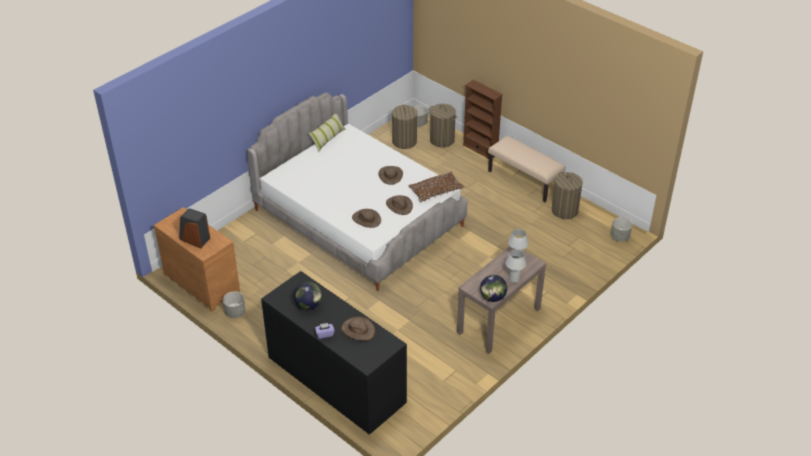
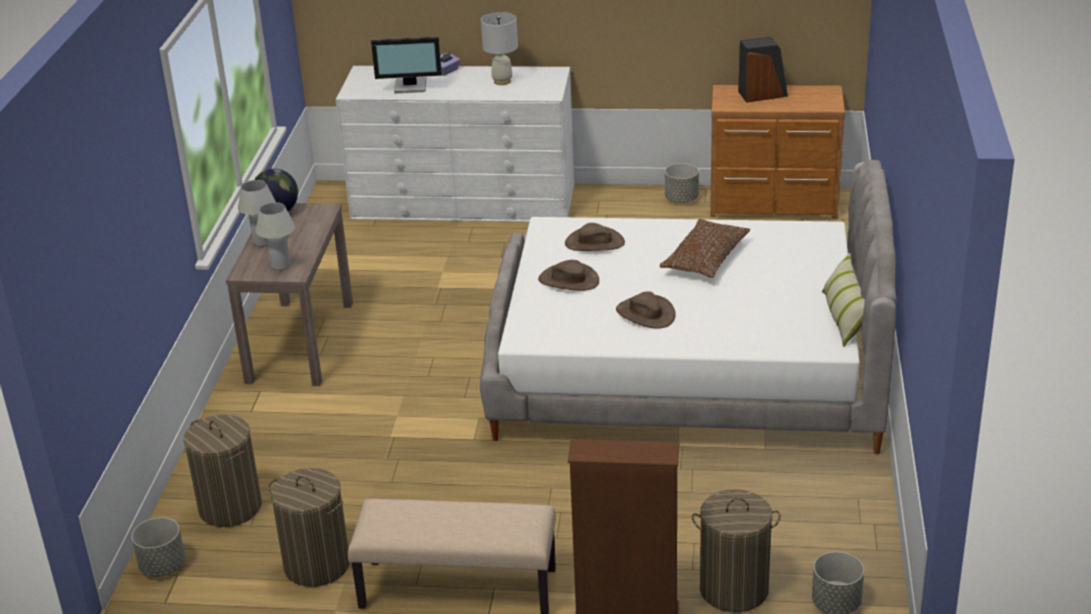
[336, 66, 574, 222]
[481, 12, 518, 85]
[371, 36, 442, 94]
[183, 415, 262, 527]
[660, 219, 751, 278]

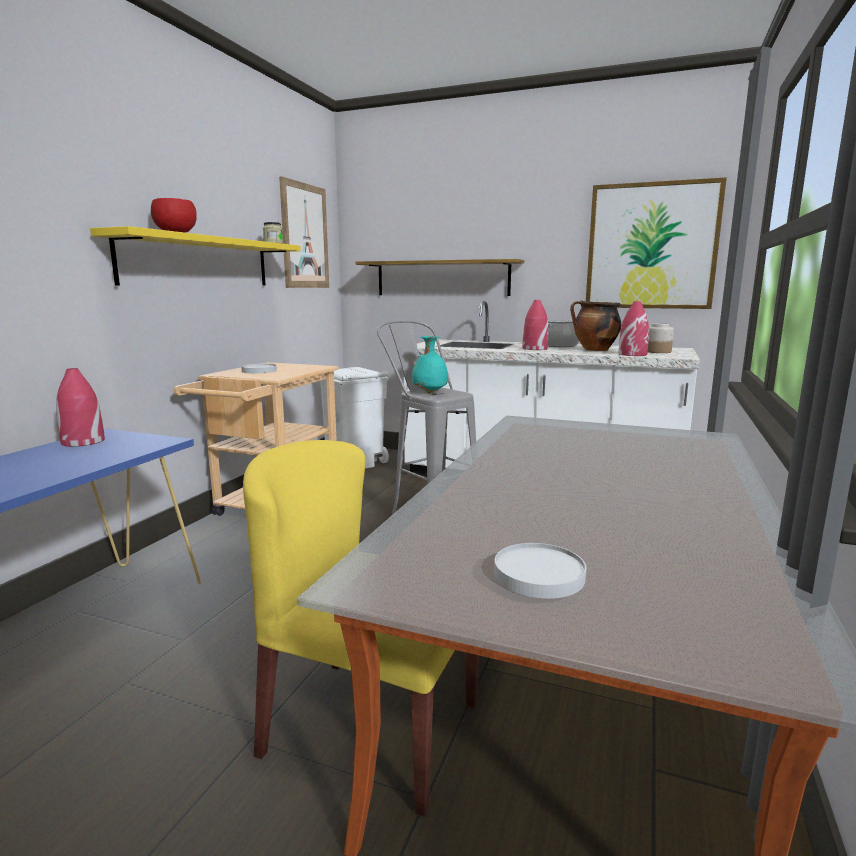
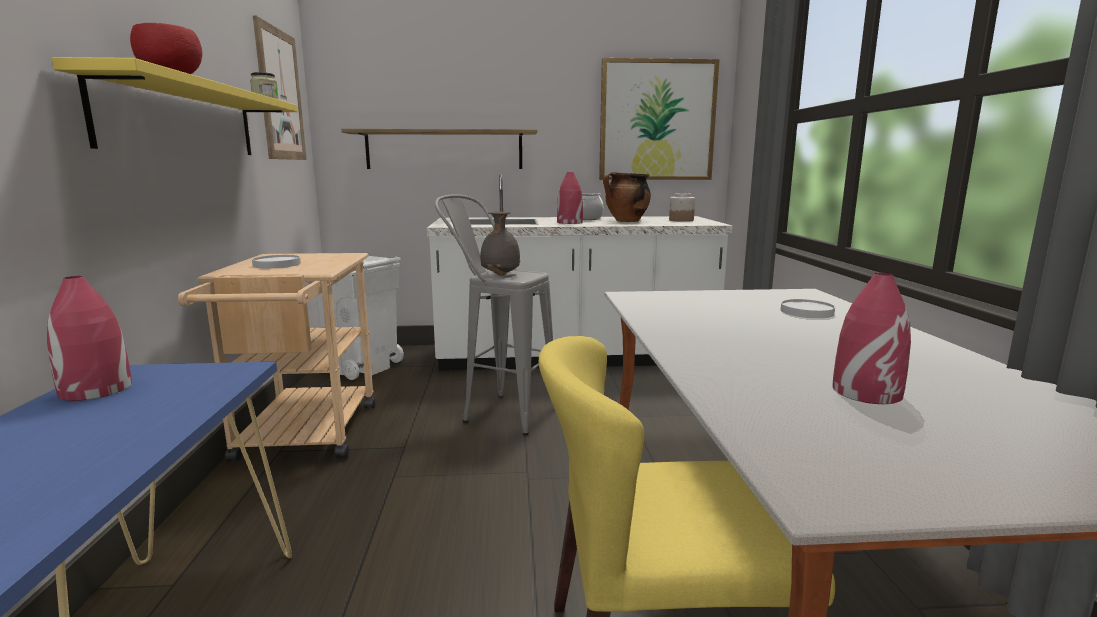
[480, 211, 521, 276]
[781, 299, 835, 318]
[832, 273, 911, 404]

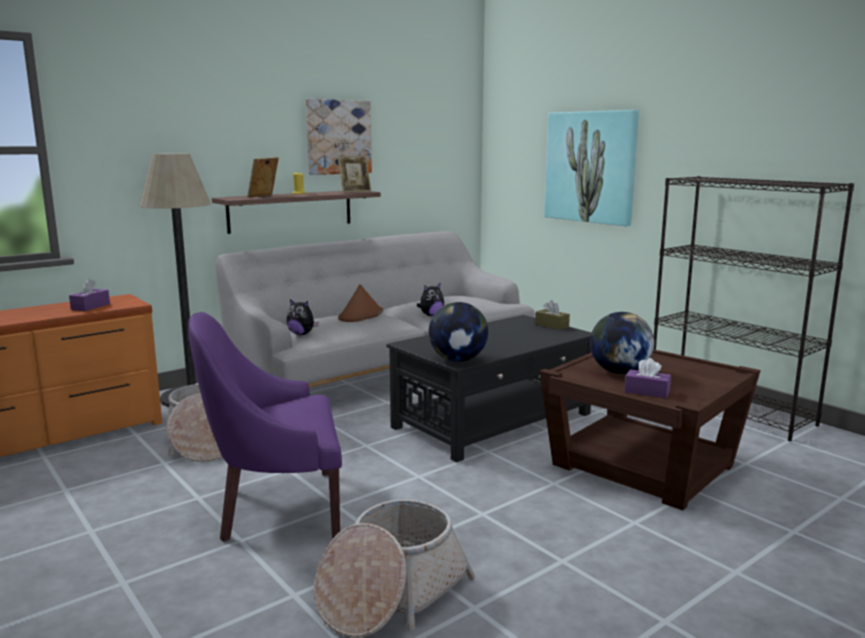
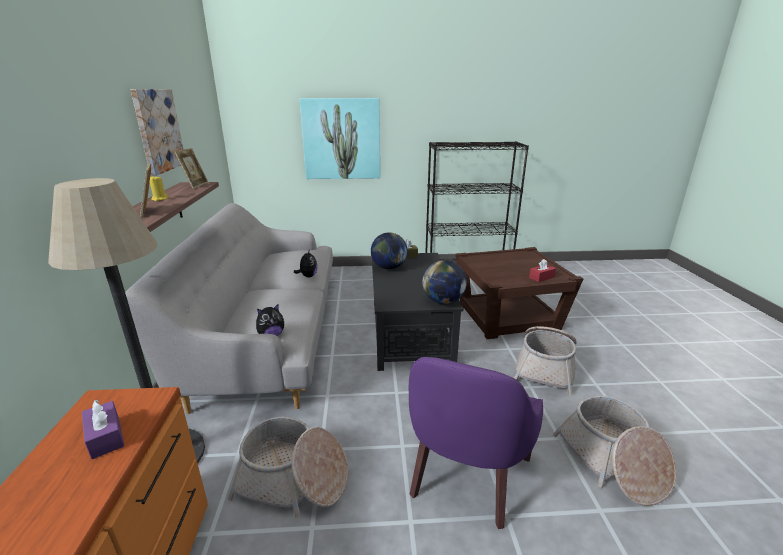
[338, 284, 383, 322] (first image)
[371, 232, 408, 269]
[529, 259, 556, 282]
[514, 326, 577, 395]

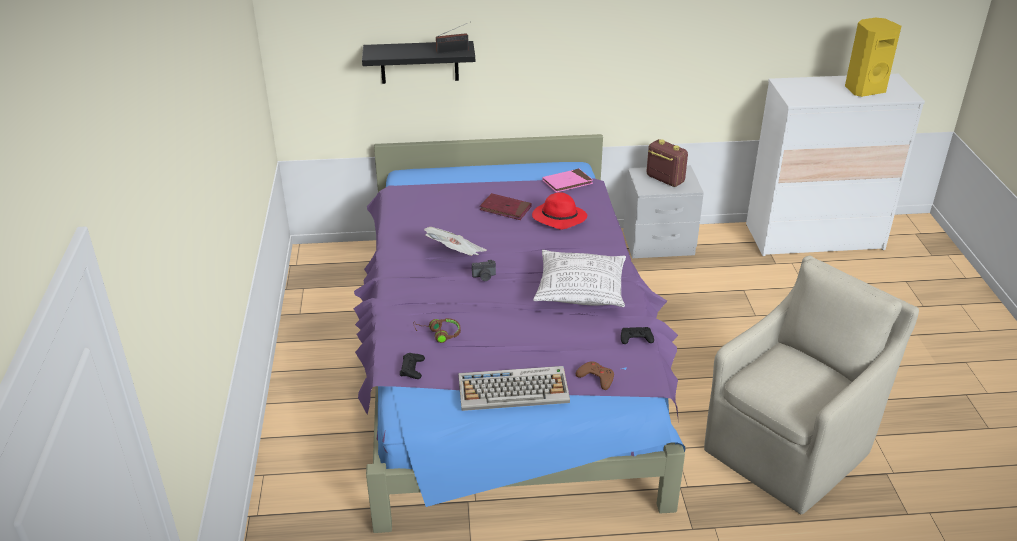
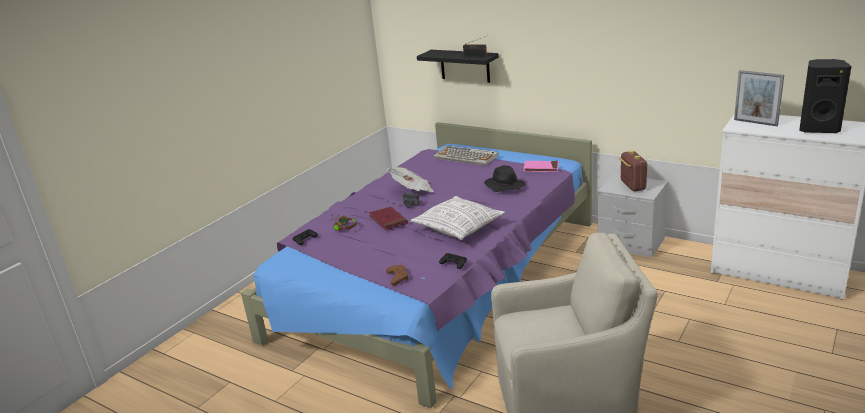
[434, 145, 499, 166]
[369, 207, 408, 230]
[484, 165, 526, 192]
[799, 59, 852, 133]
[734, 70, 784, 126]

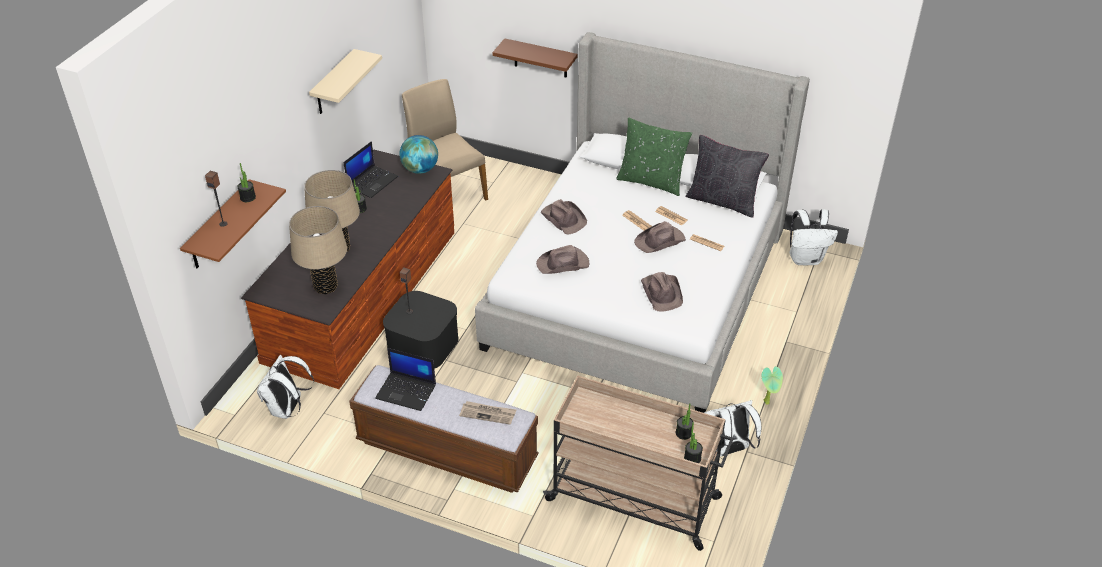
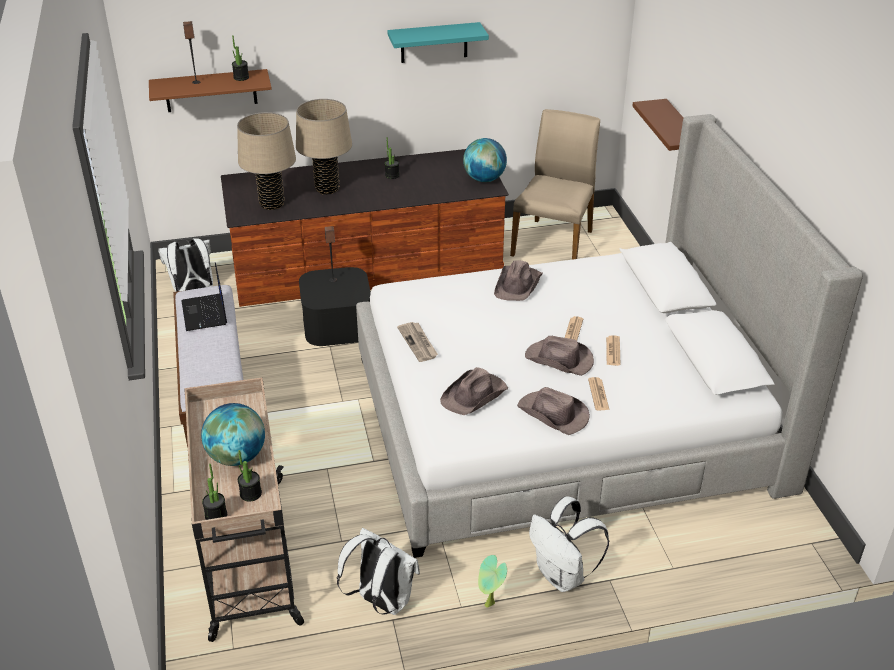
[387, 22, 489, 63]
[344, 141, 398, 198] (first image)
[397, 322, 438, 362]
[517, 387, 590, 435]
[616, 118, 692, 196] (first image)
[685, 135, 769, 218] (first image)
[529, 496, 610, 592]
[201, 403, 265, 466]

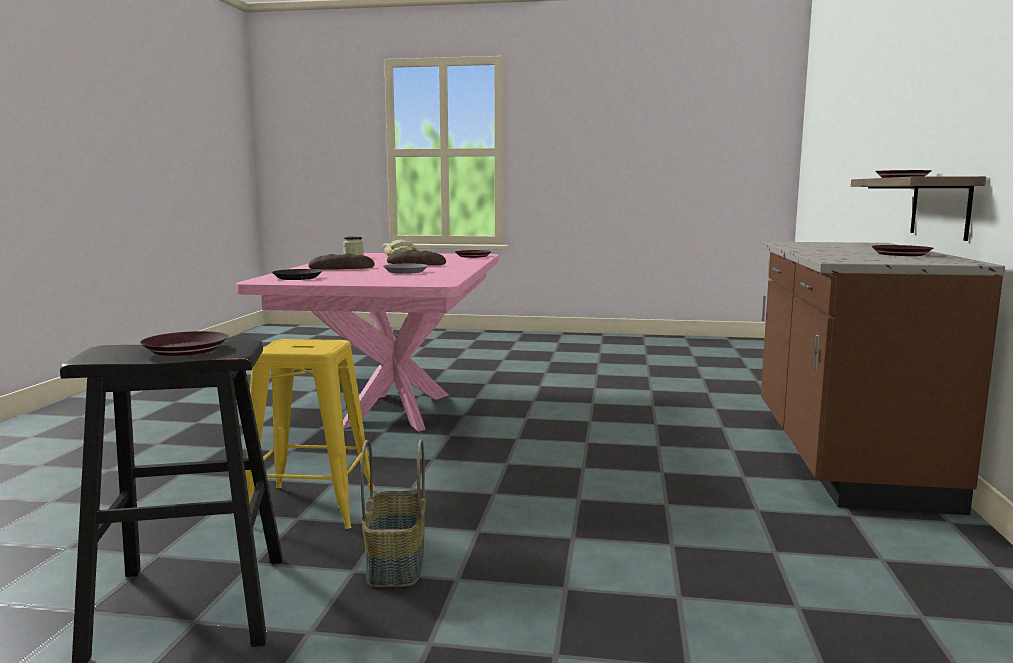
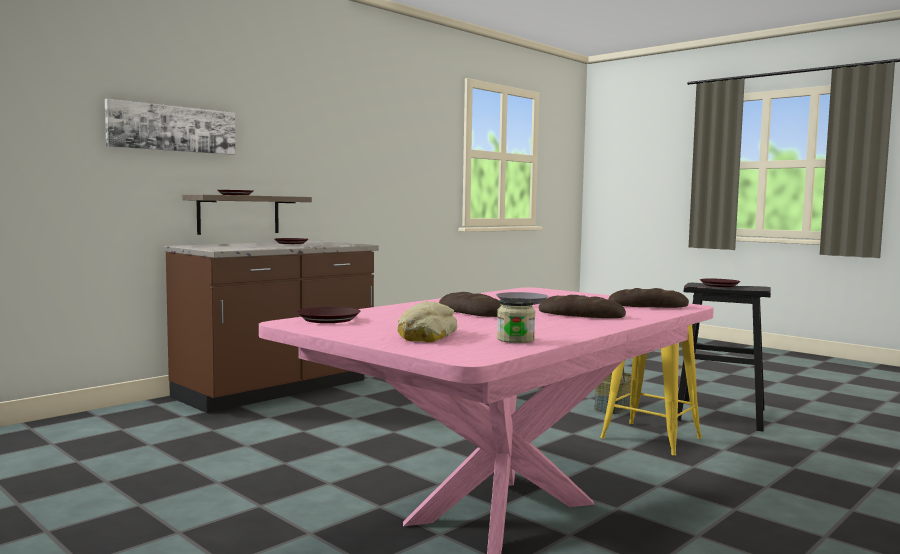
[608, 288, 689, 308]
[105, 99, 235, 155]

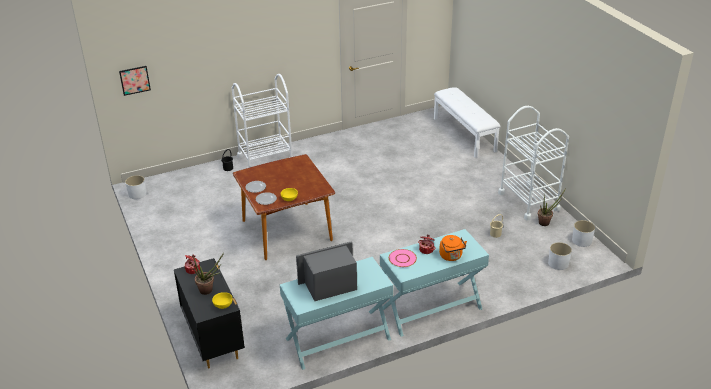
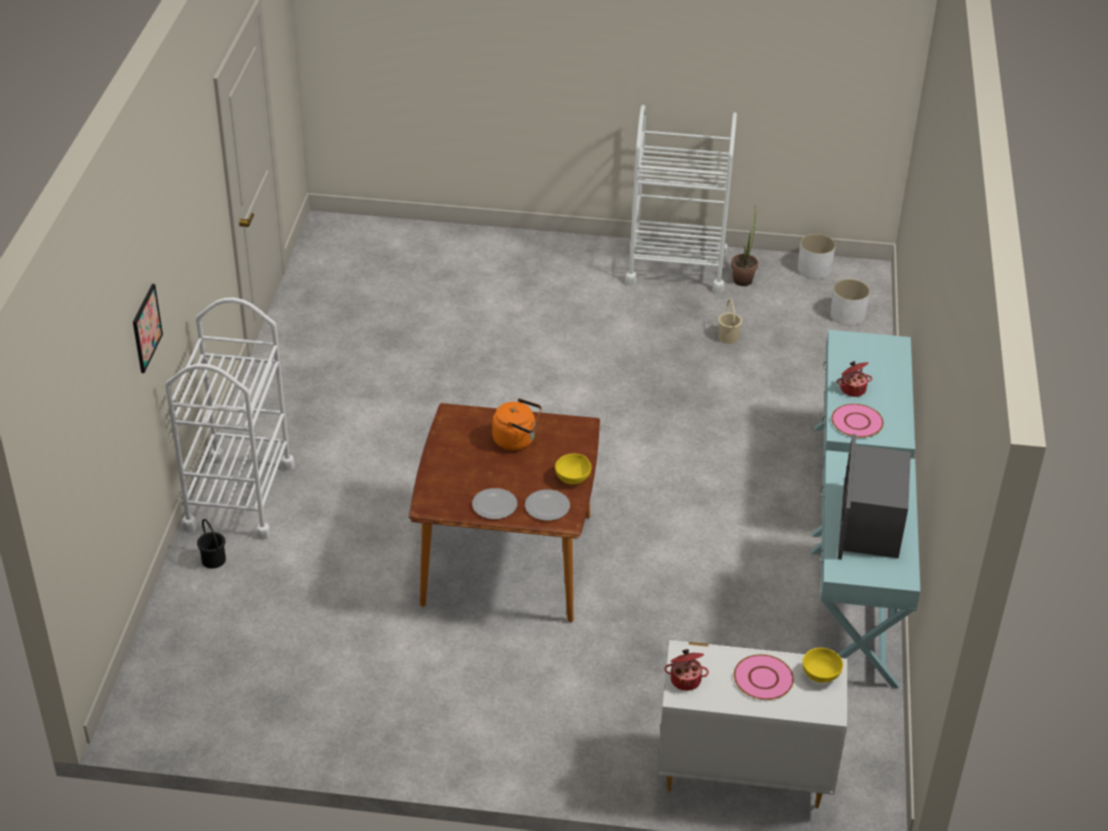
[133, 284, 163, 373]
[125, 175, 147, 199] (first image)
[657, 640, 847, 808]
[734, 654, 794, 700]
[434, 87, 501, 158] (first image)
[492, 398, 542, 450]

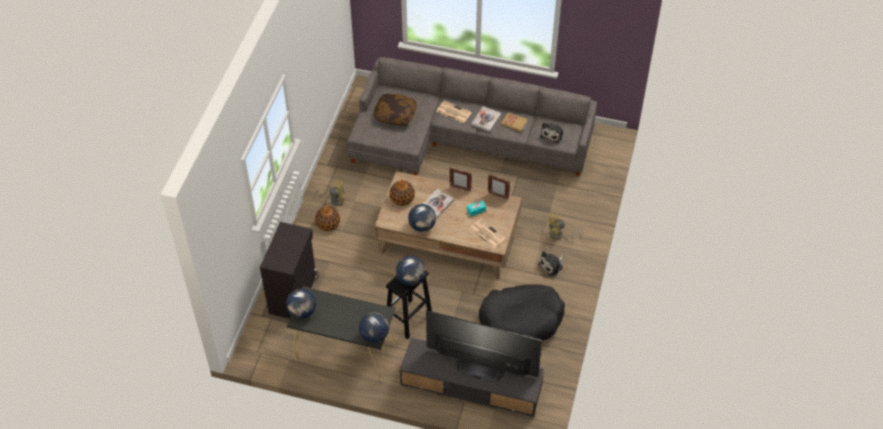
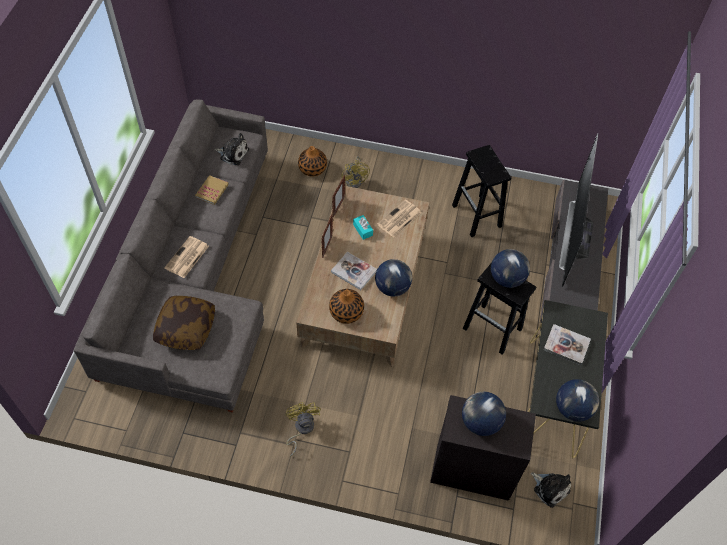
[298, 146, 327, 177]
[462, 392, 506, 436]
[544, 324, 591, 365]
[452, 145, 511, 237]
[531, 472, 571, 508]

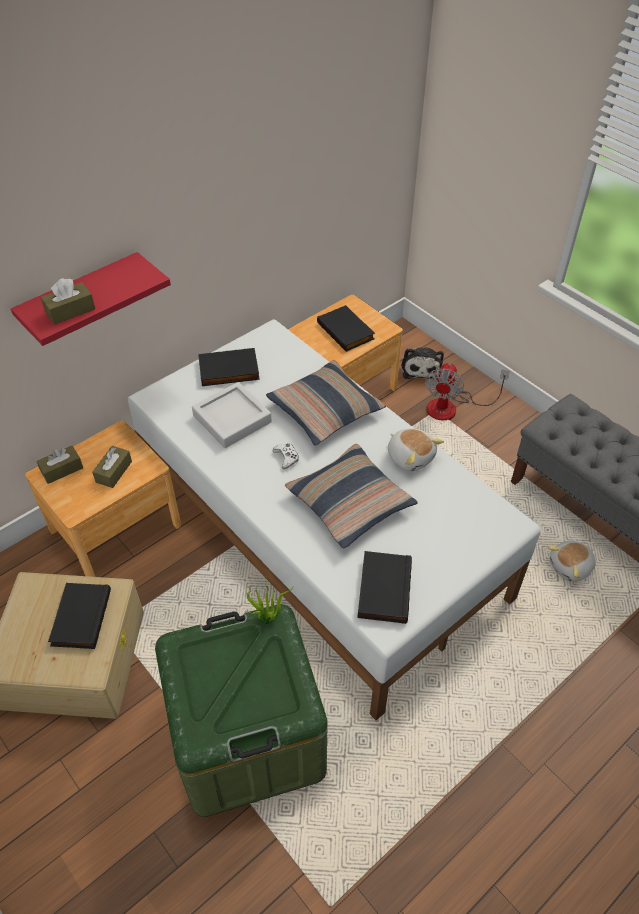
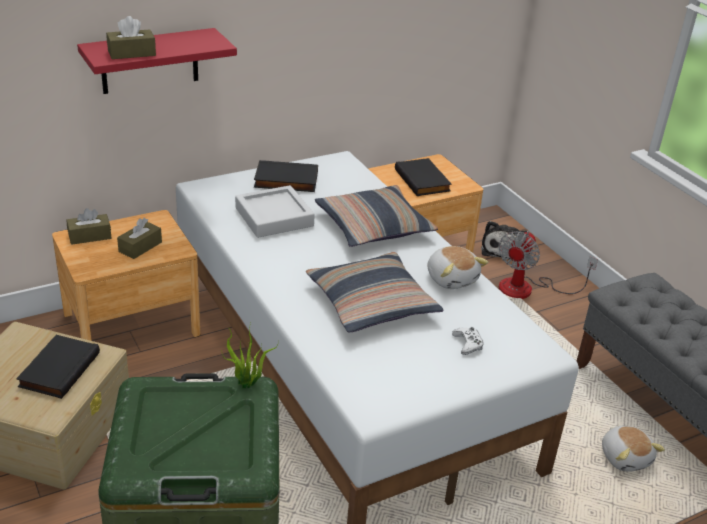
[452, 327, 484, 355]
[357, 551, 412, 624] (first image)
[602, 426, 665, 472]

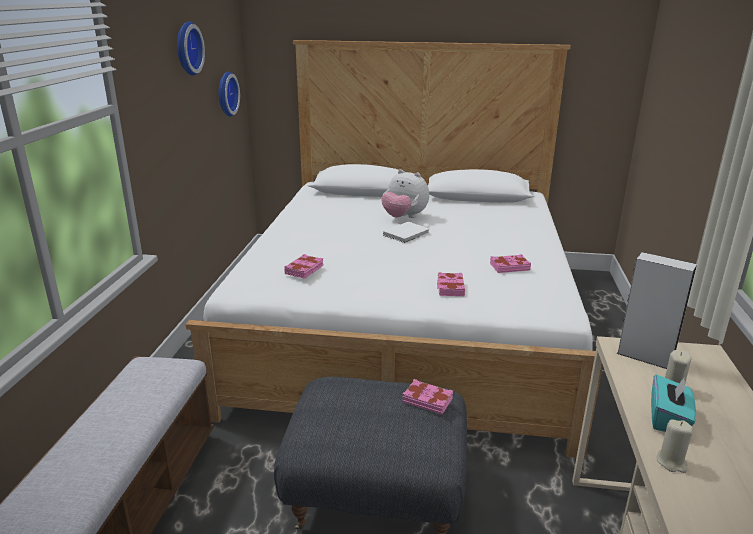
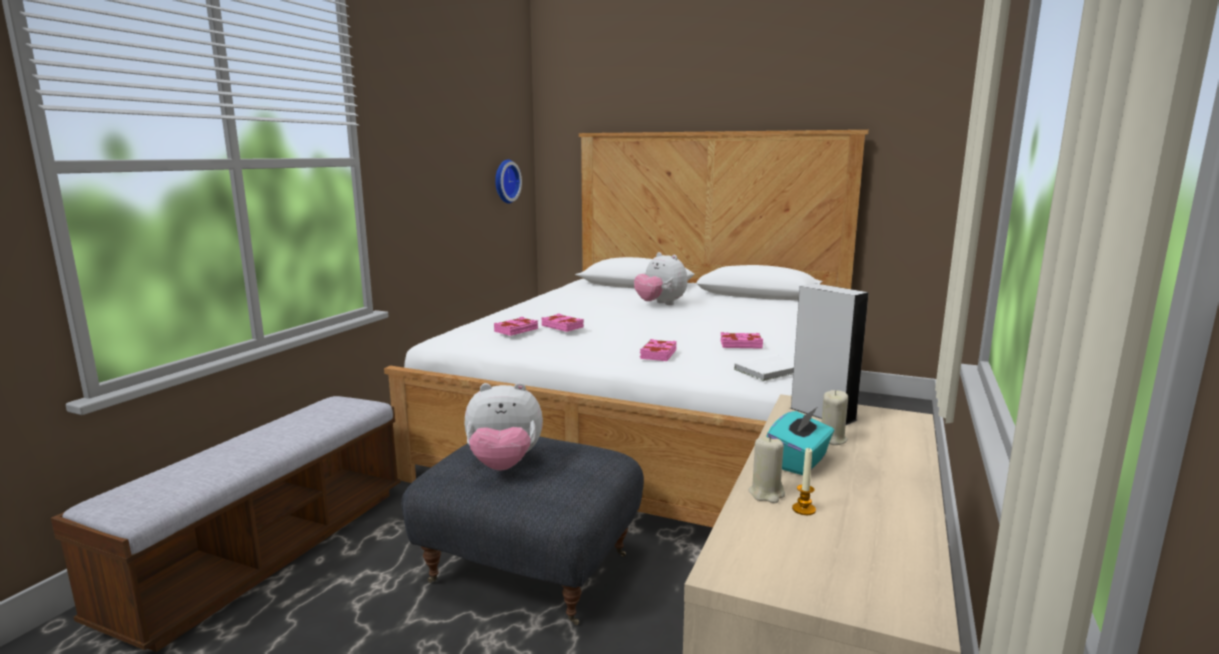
[177, 21, 205, 76] (first image)
[734, 355, 794, 381]
[542, 313, 584, 332]
[465, 383, 543, 471]
[792, 448, 816, 515]

